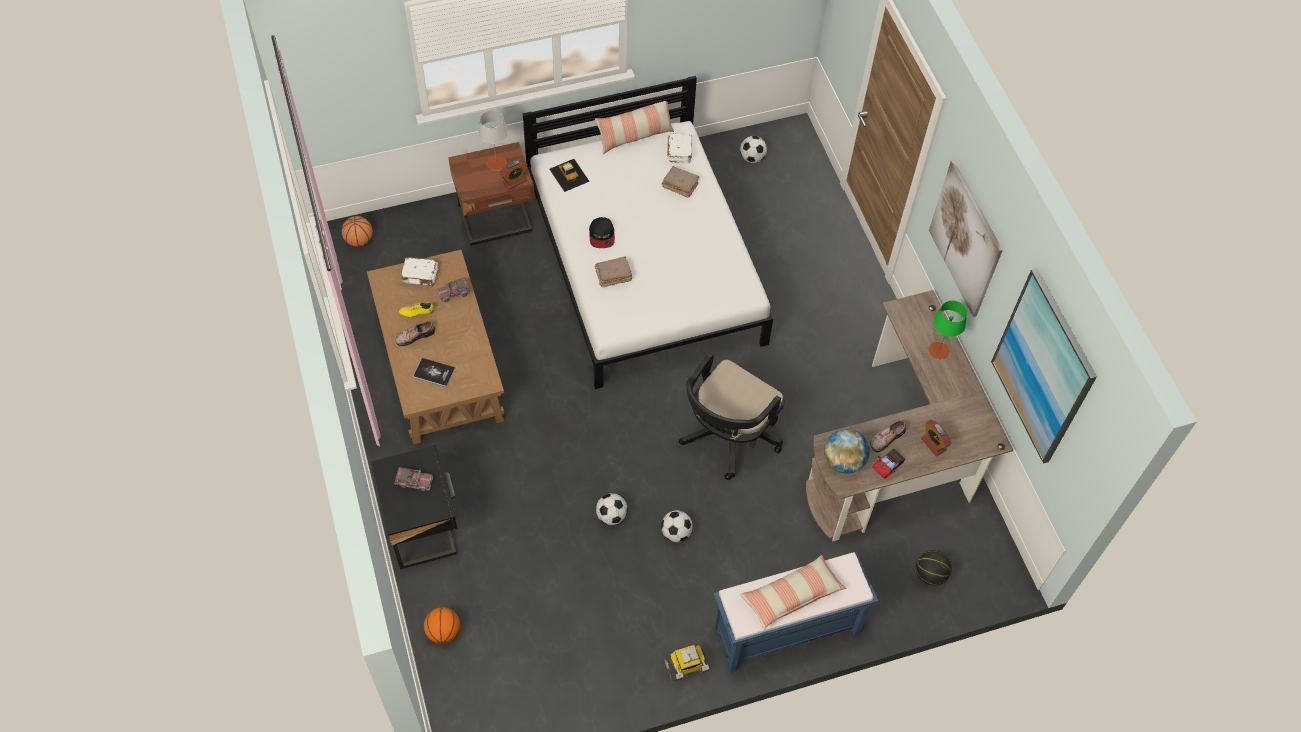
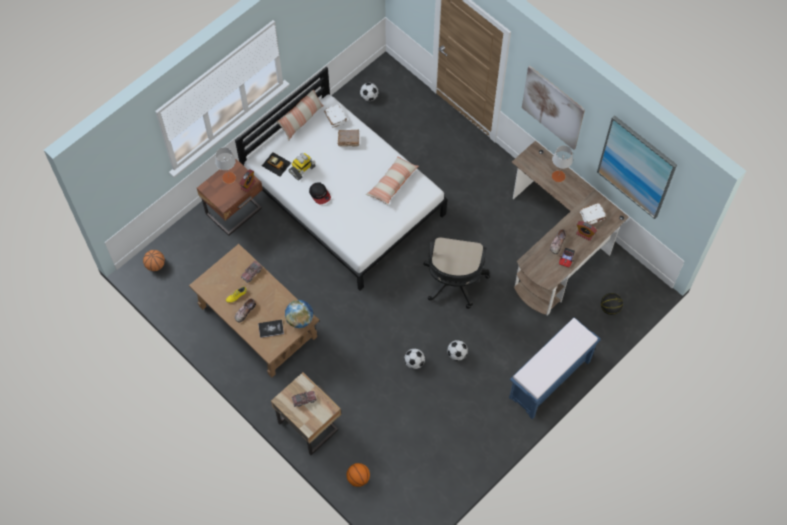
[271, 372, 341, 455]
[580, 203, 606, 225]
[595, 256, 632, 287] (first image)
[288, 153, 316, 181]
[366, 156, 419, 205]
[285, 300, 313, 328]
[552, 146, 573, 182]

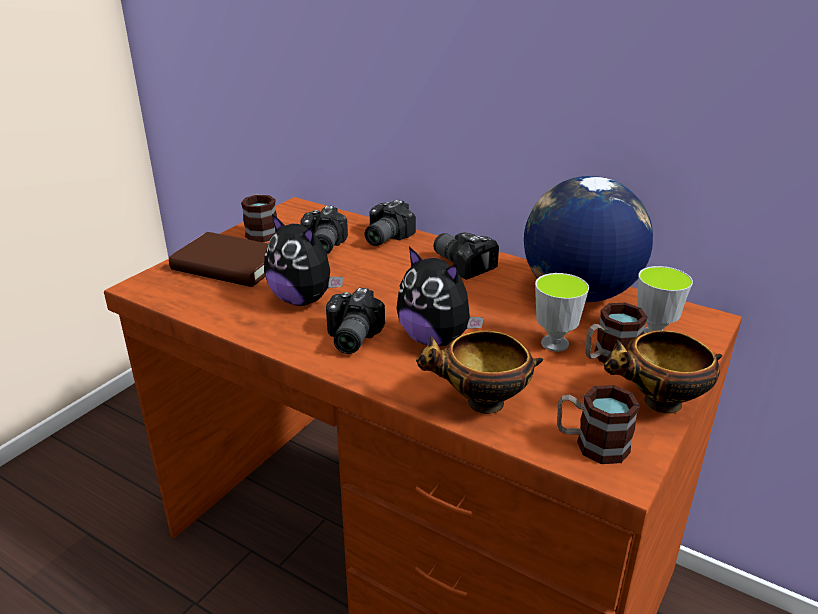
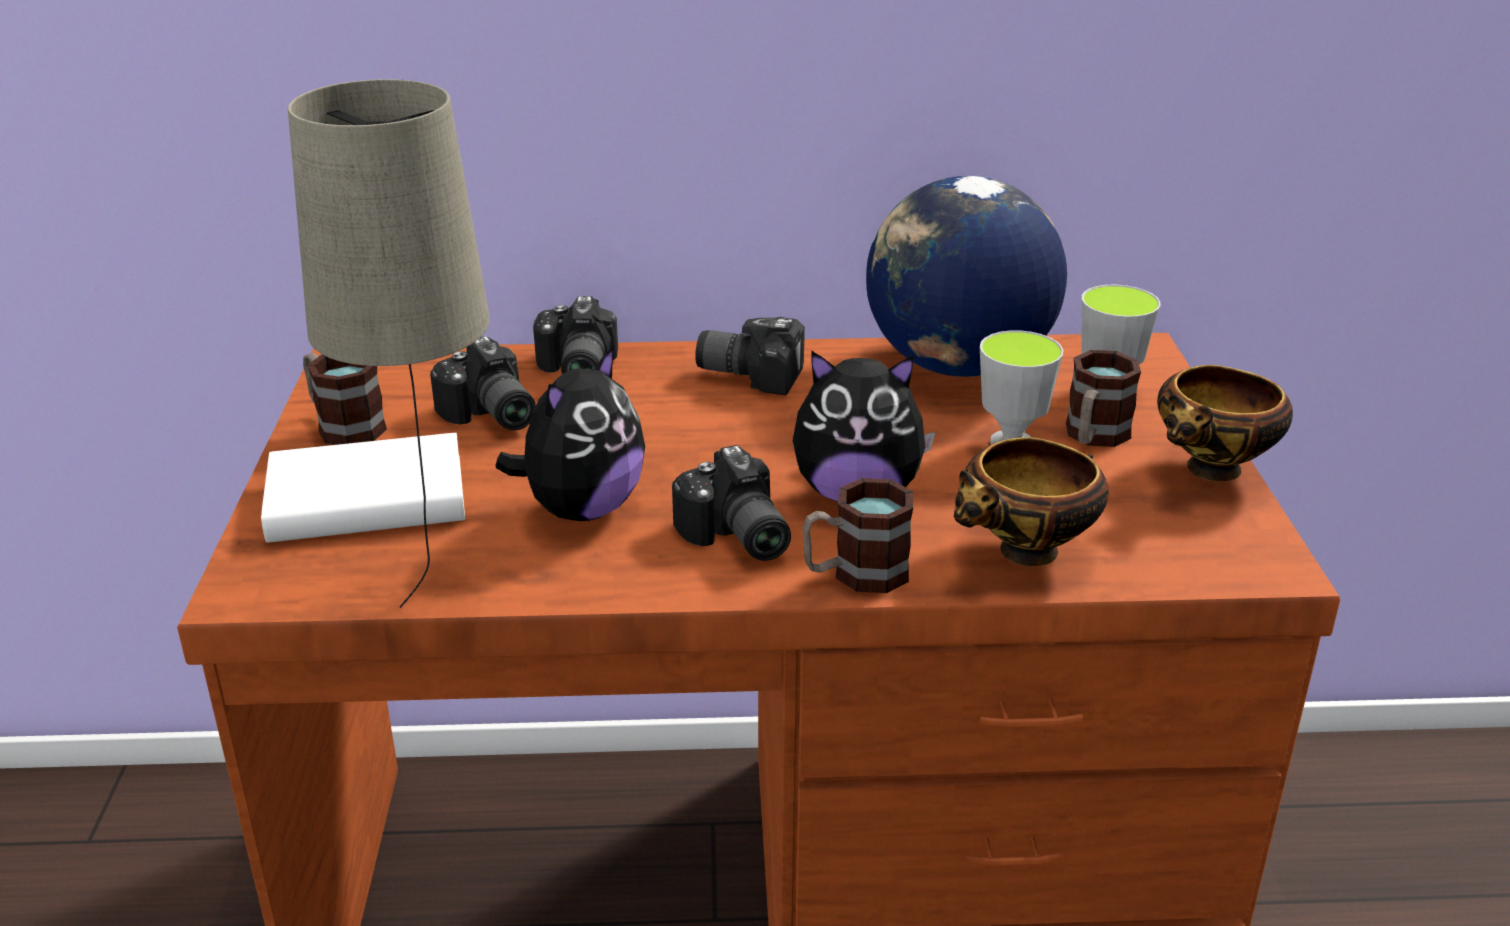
[261, 433, 465, 543]
[495, 345, 645, 521]
[803, 478, 913, 593]
[288, 79, 490, 608]

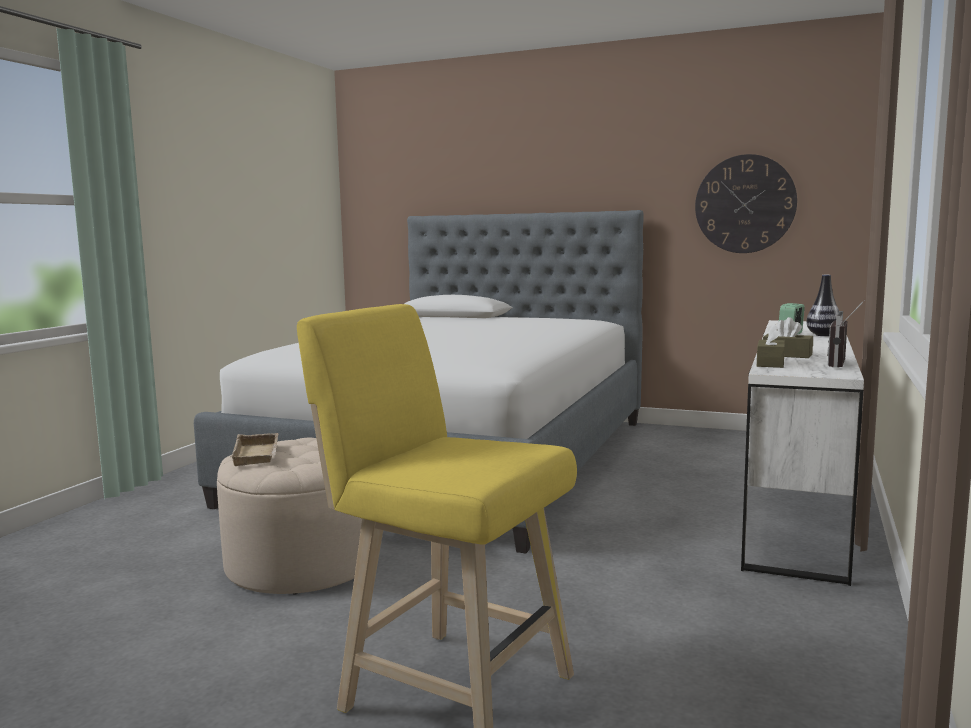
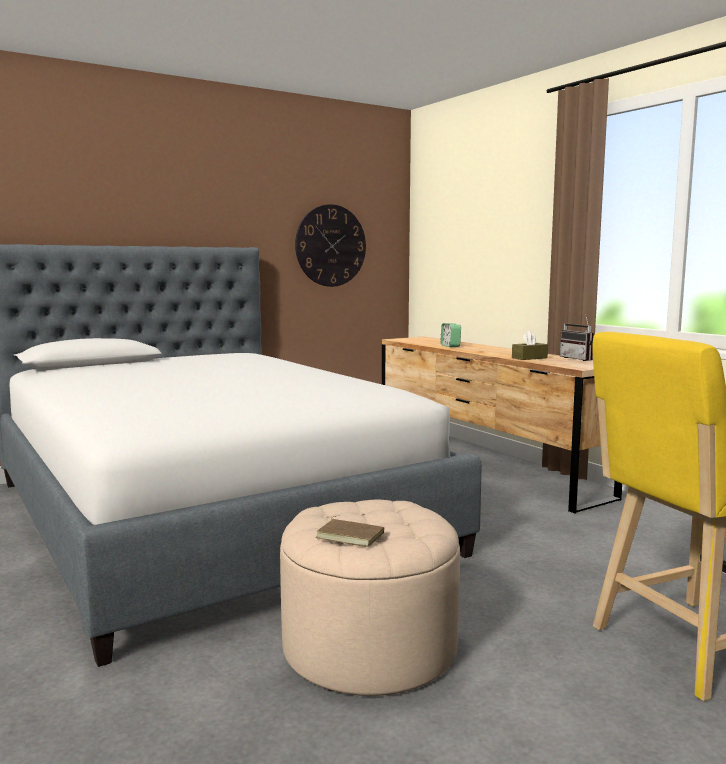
[316, 516, 384, 547]
[382, 337, 622, 513]
[757, 324, 785, 368] (first image)
[806, 275, 839, 336] (first image)

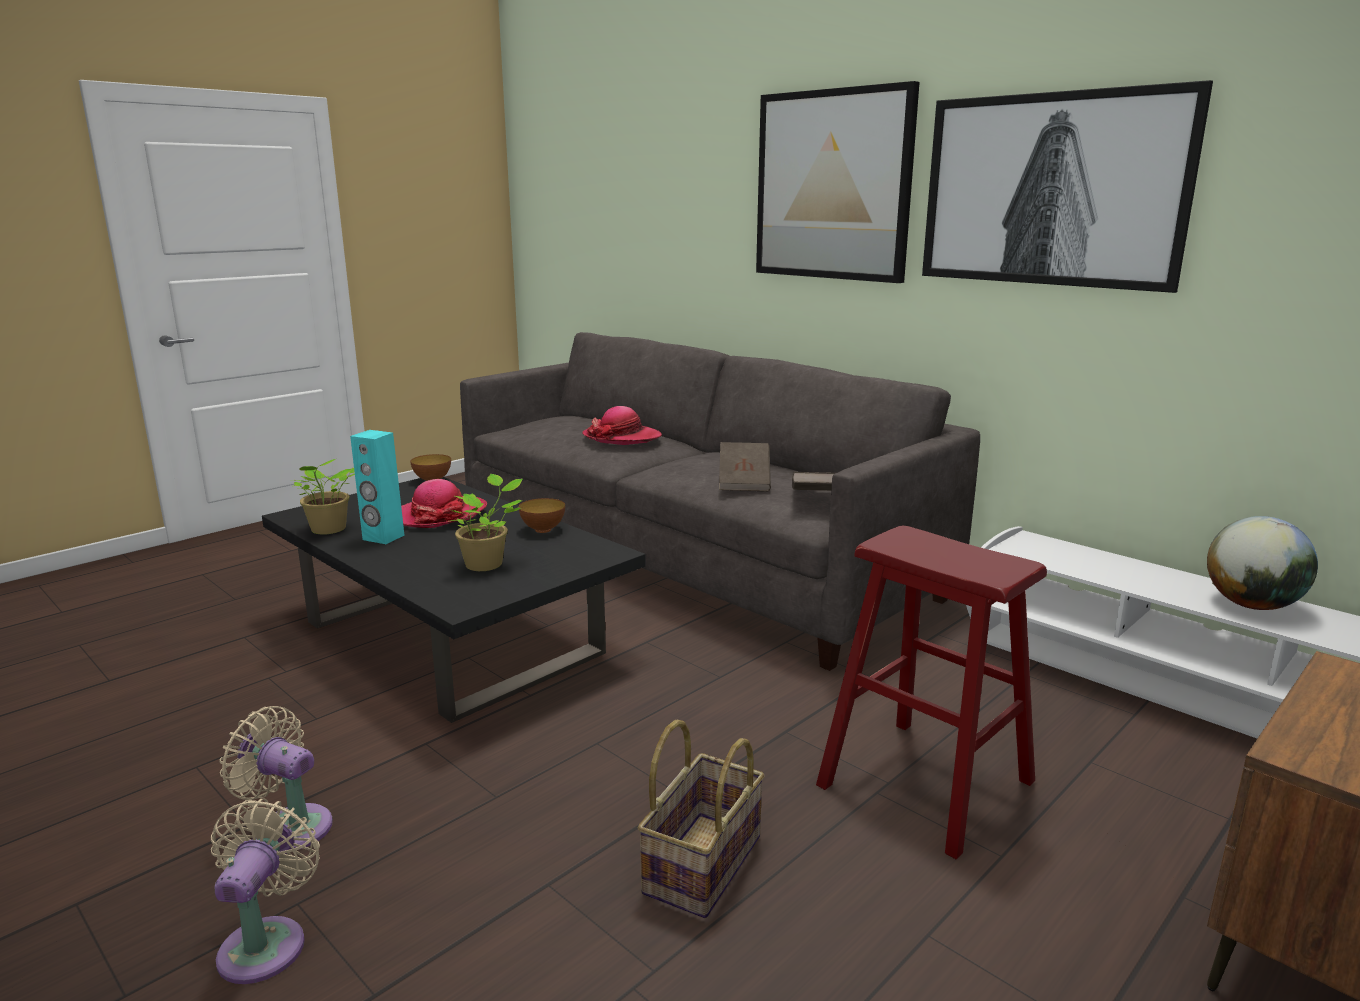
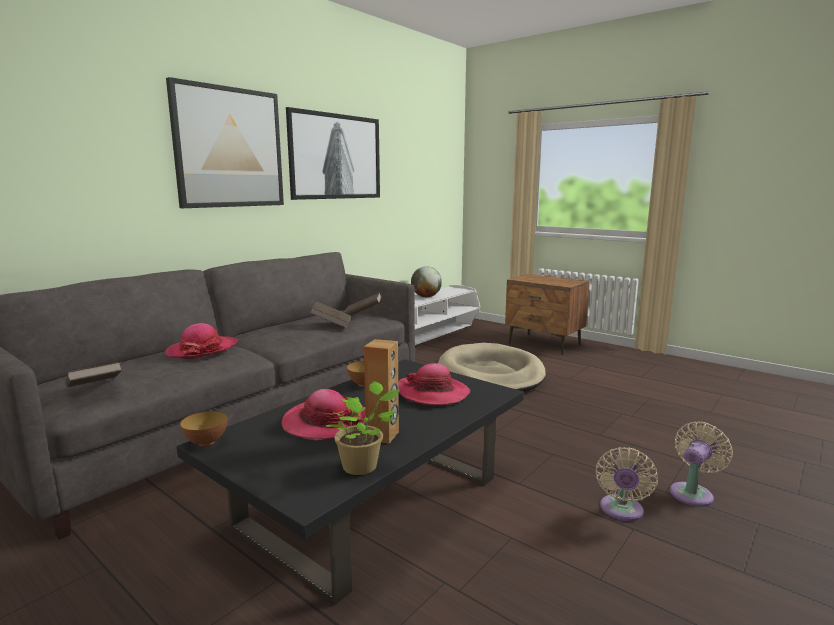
[670, 422, 733, 507]
[364, 339, 399, 444]
[398, 363, 471, 405]
[638, 720, 765, 918] (first image)
[438, 343, 546, 392]
[65, 362, 122, 387]

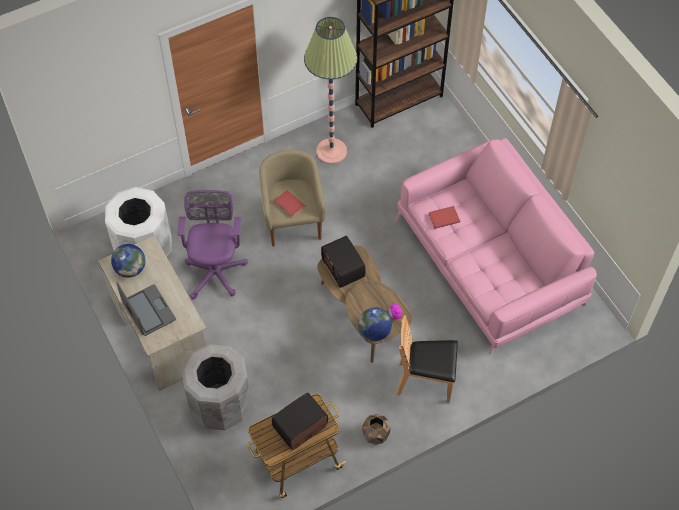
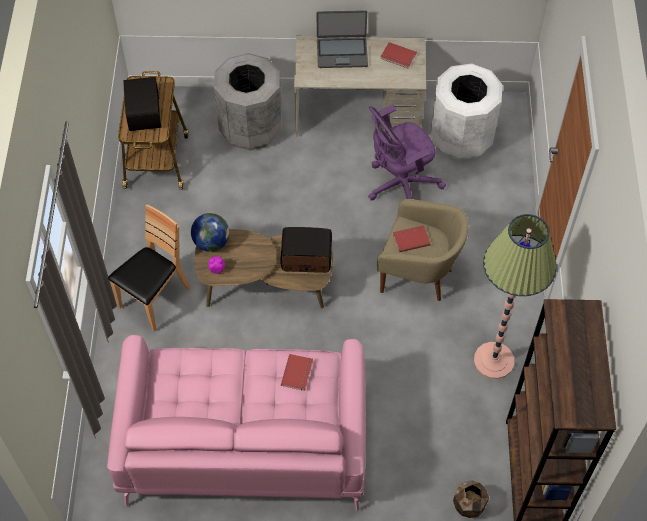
[380, 42, 417, 68]
[368, 105, 446, 201]
[453, 480, 489, 518]

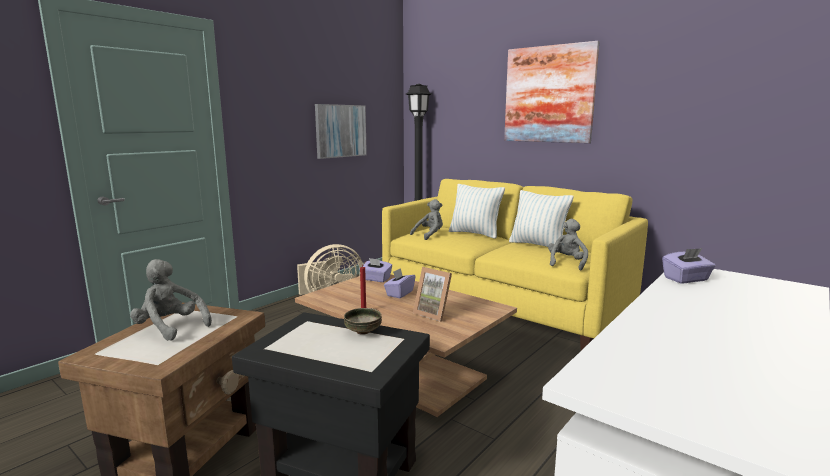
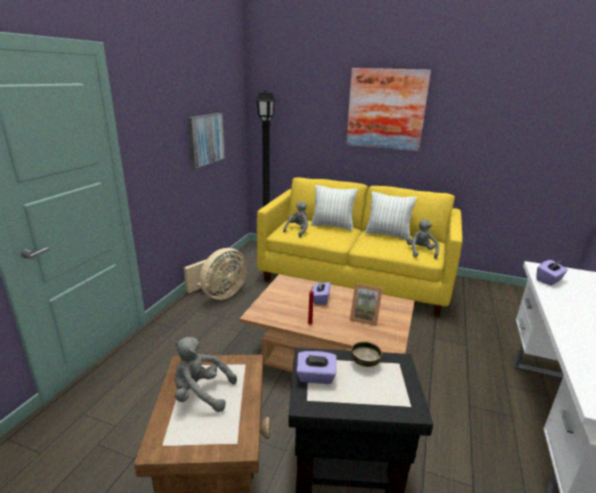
[297, 351, 336, 384]

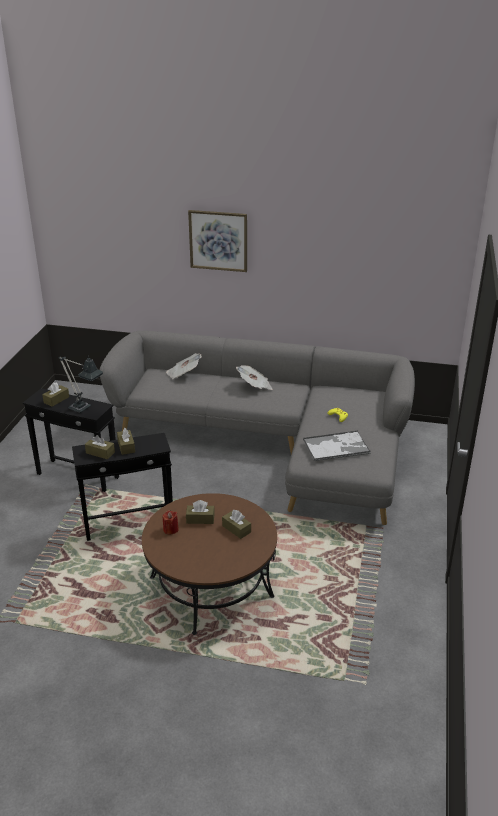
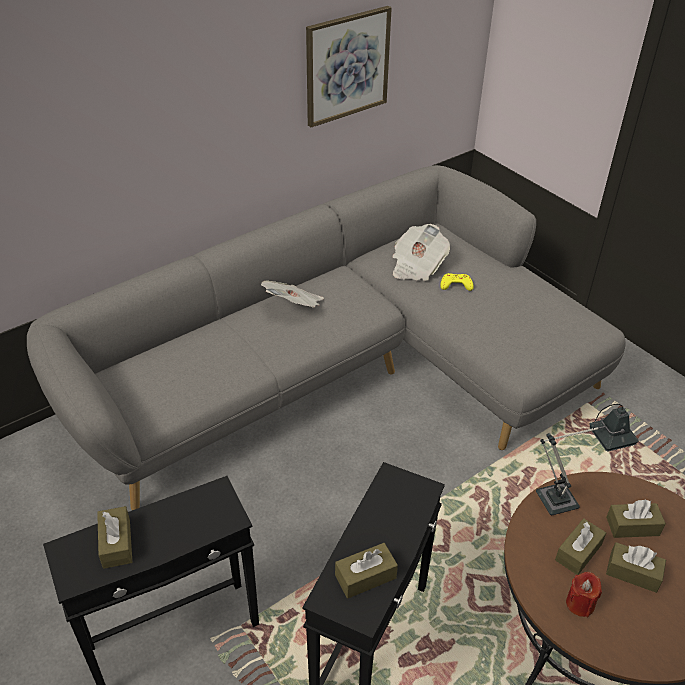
[536, 404, 639, 515]
[606, 542, 666, 593]
[392, 224, 450, 281]
[306, 6, 392, 127]
[303, 431, 371, 461] (first image)

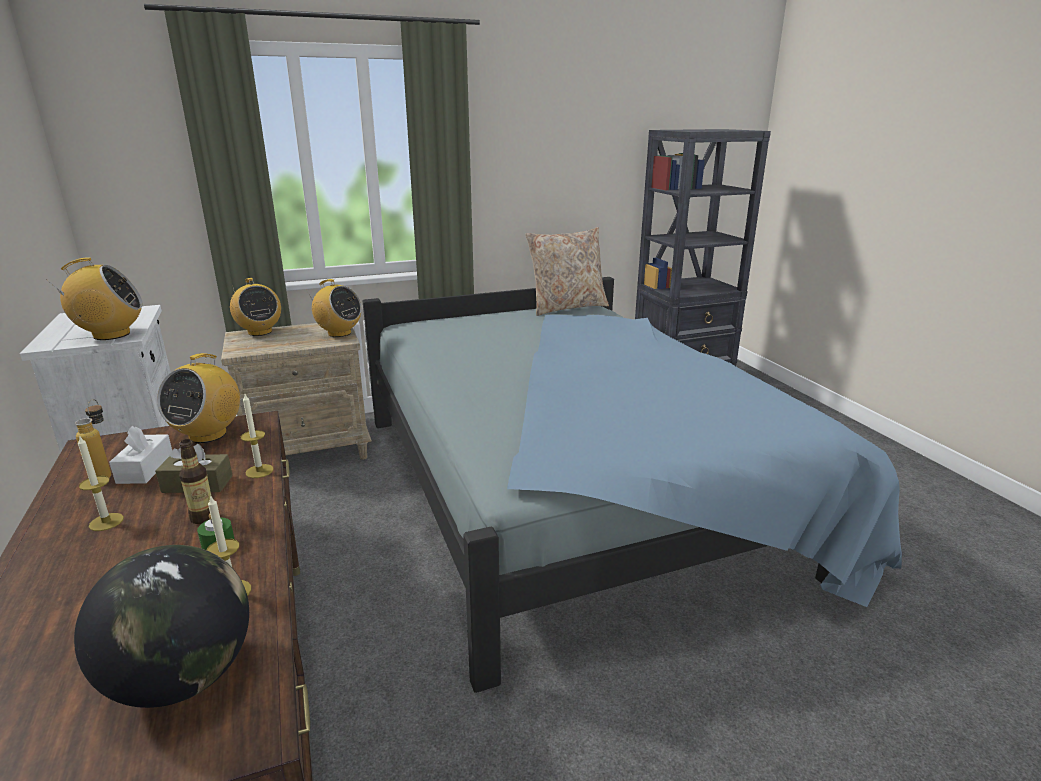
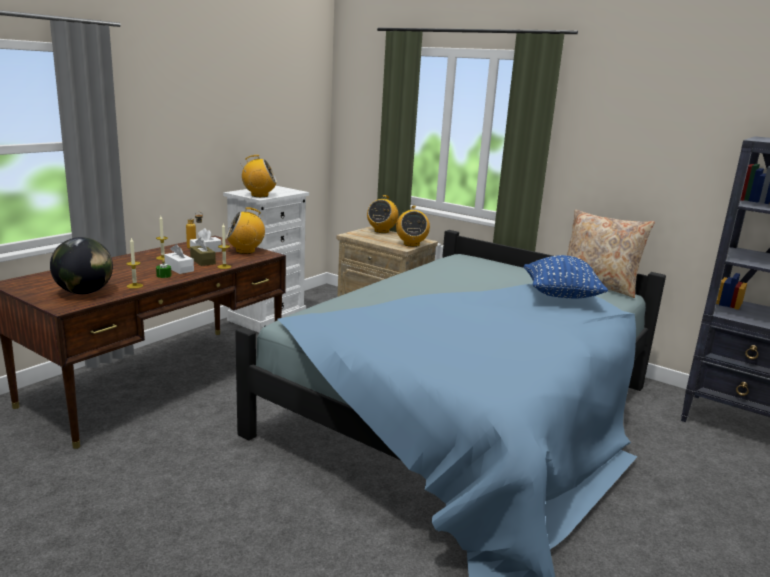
[241, 155, 277, 197]
[164, 244, 194, 274]
[524, 255, 608, 299]

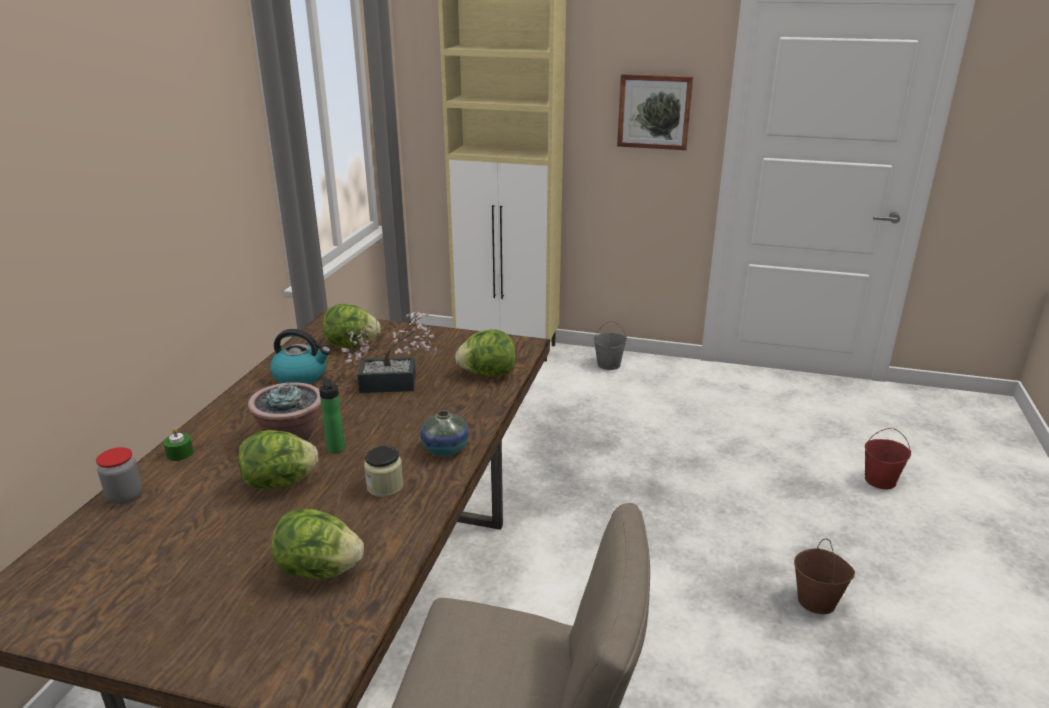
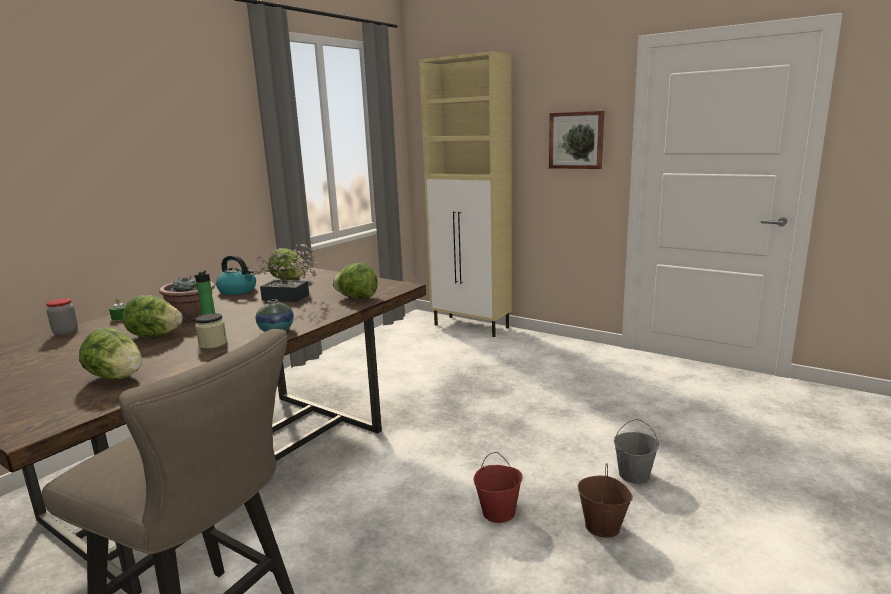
[614, 419, 659, 484]
[474, 452, 522, 523]

